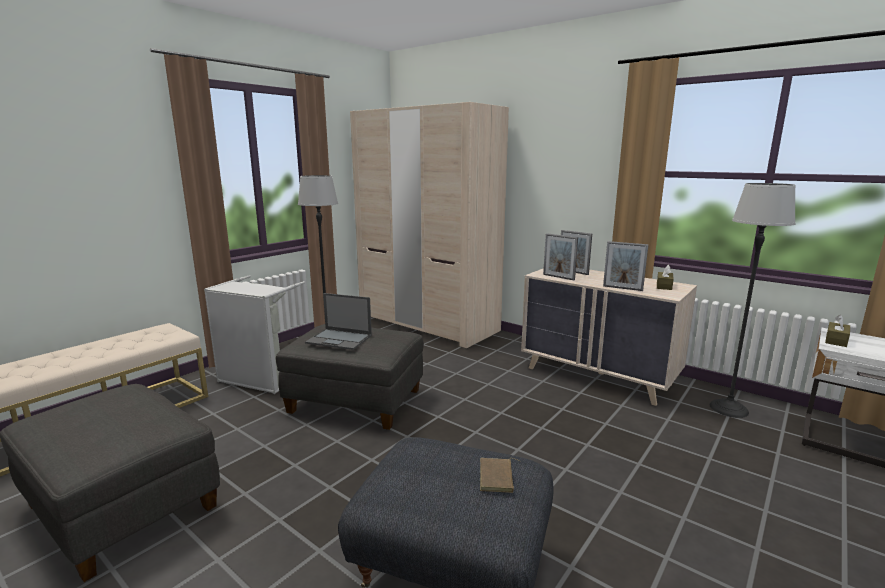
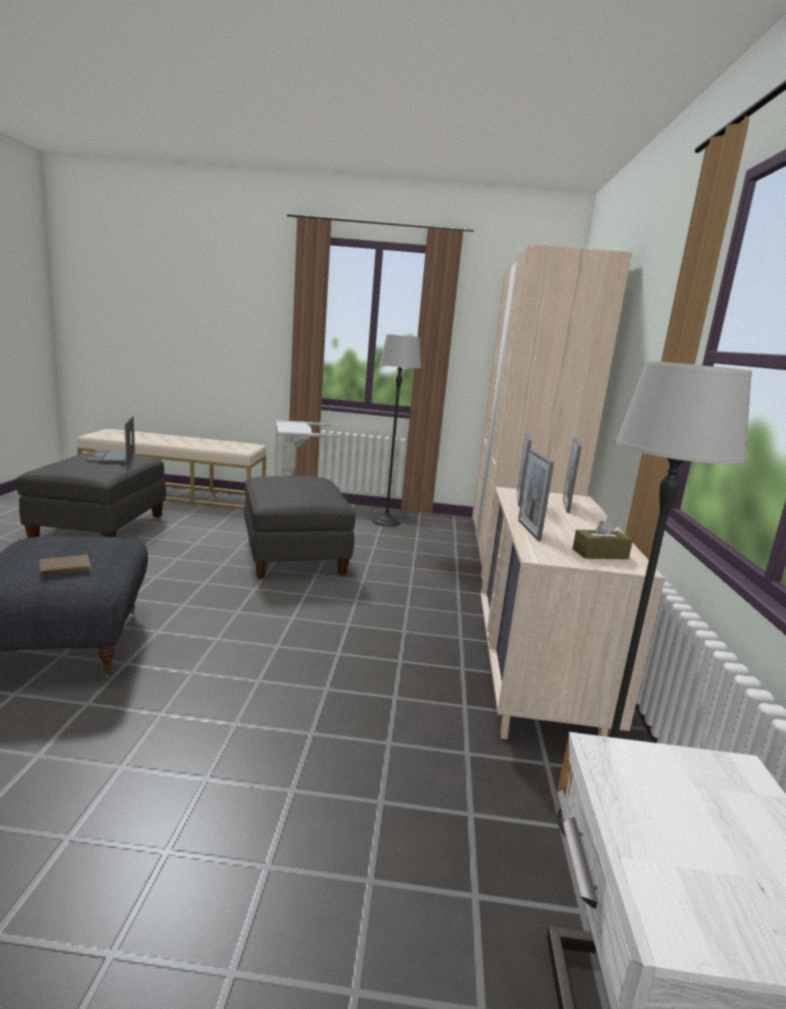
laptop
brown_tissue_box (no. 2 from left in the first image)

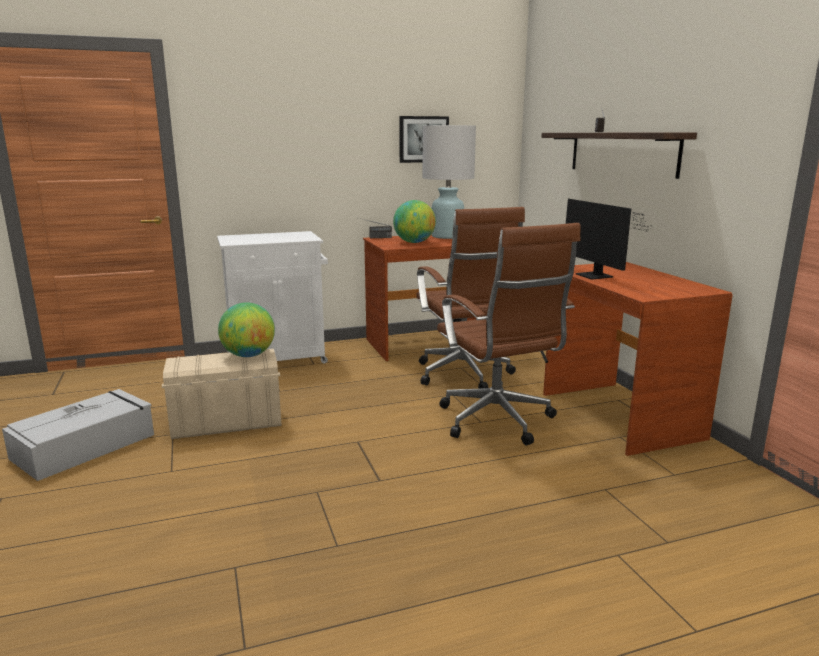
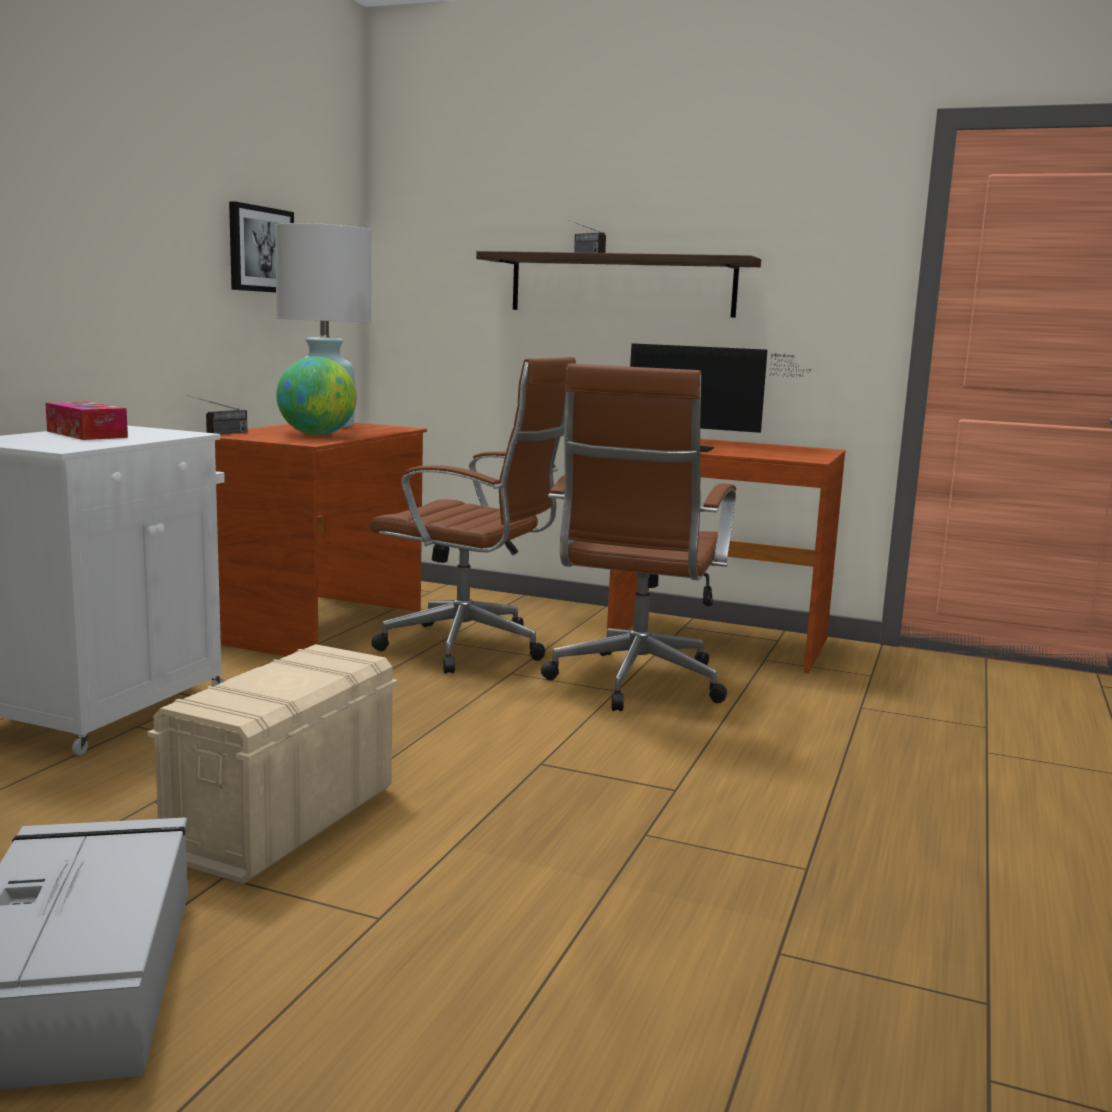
brown_office_chair (no. 2 from left)
globe (no. 1 from left in the first image)
tissue_box

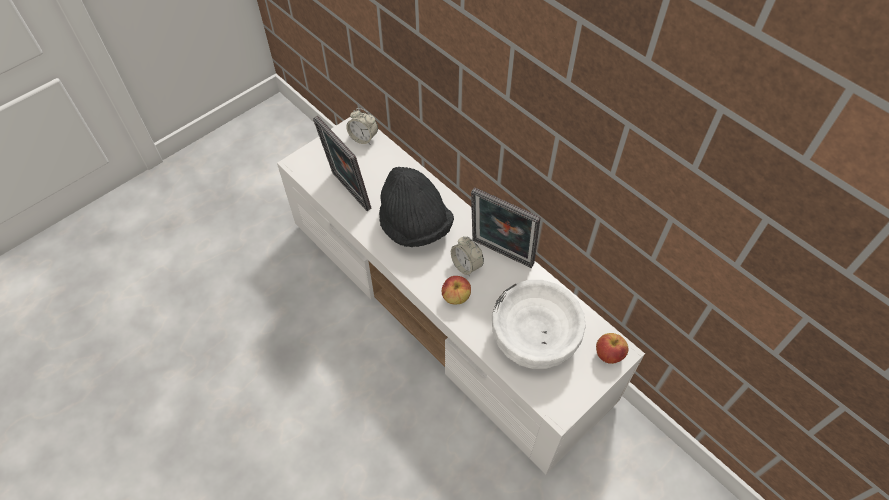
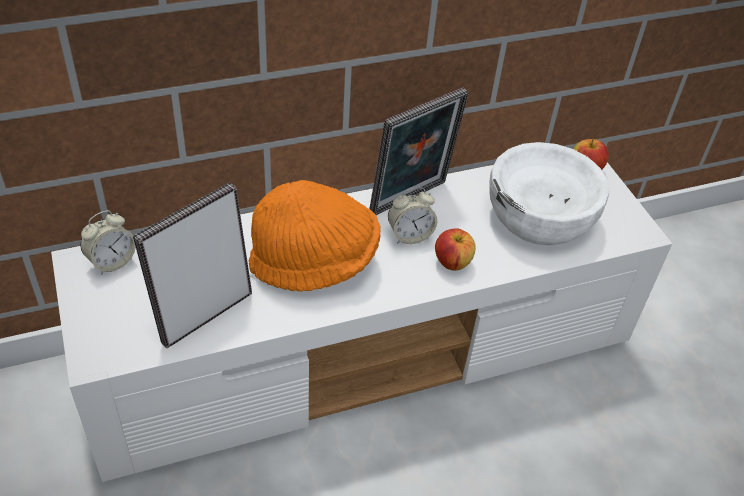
picture_frame (no. 1 from left)
orange_hat

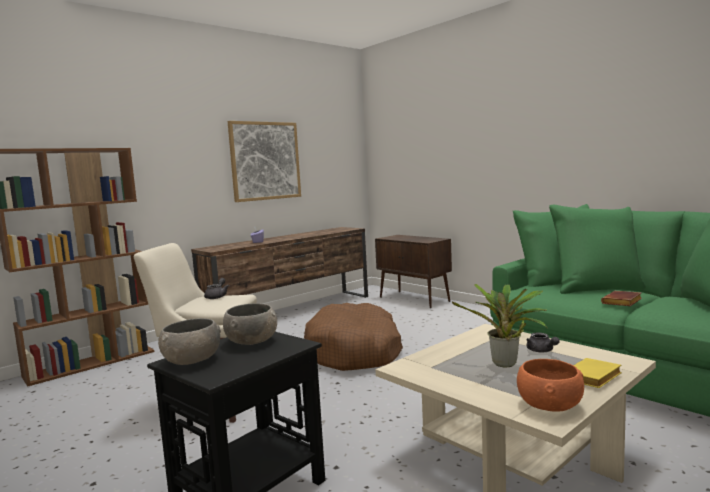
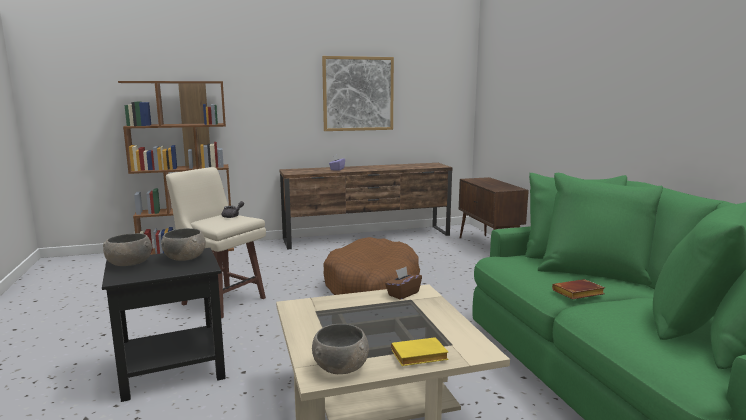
potted_plant
grey_teapot (no. 2 from left in the first image)
grey_bowl (no. 3 from left)
brown_tissue_box

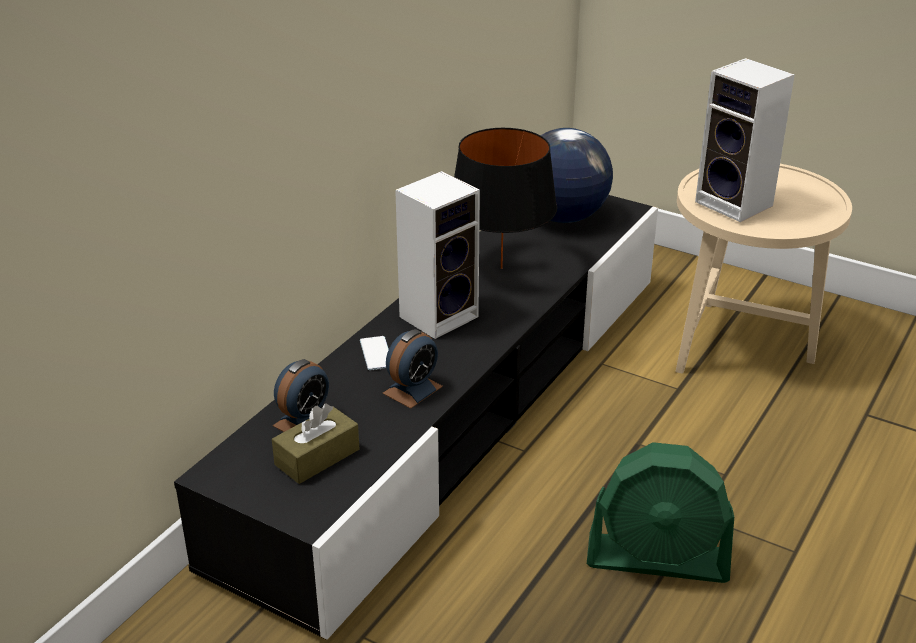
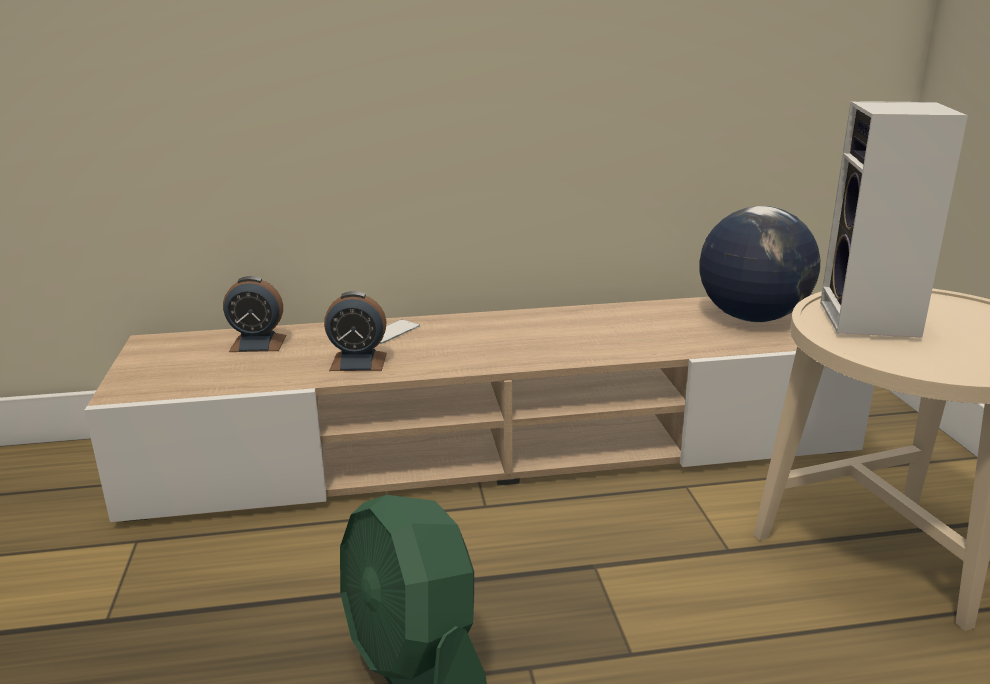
black_table_lamp
speaker (no. 1 from left in the first image)
beige_tv_stand
brown_tissue_box

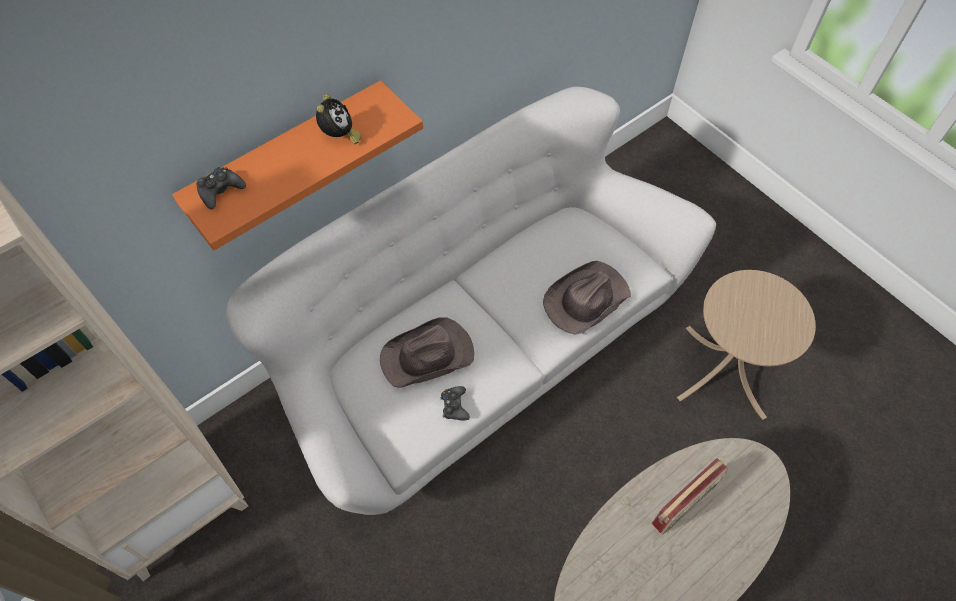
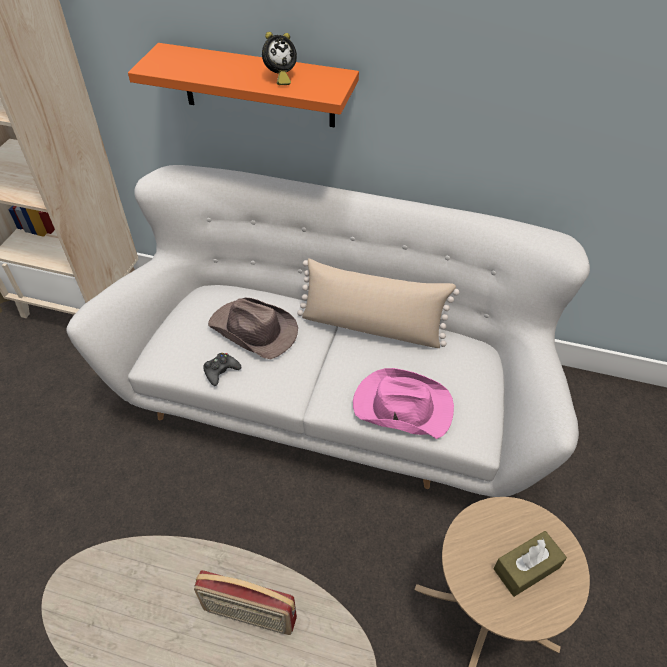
black_game_controller (no. 1 from left in the first image)
pink_hat
beige_pillow
brown_tissue_box

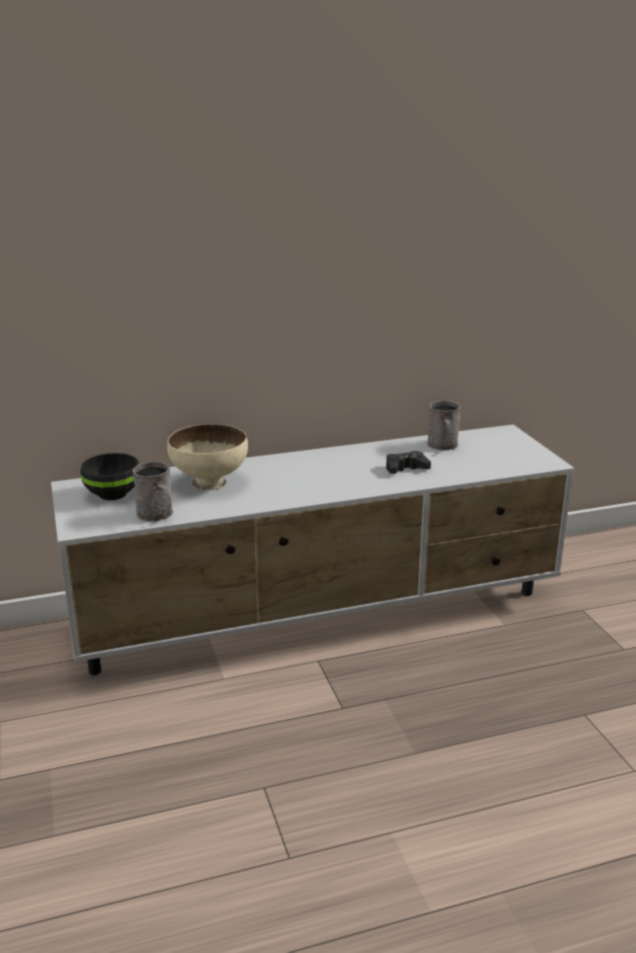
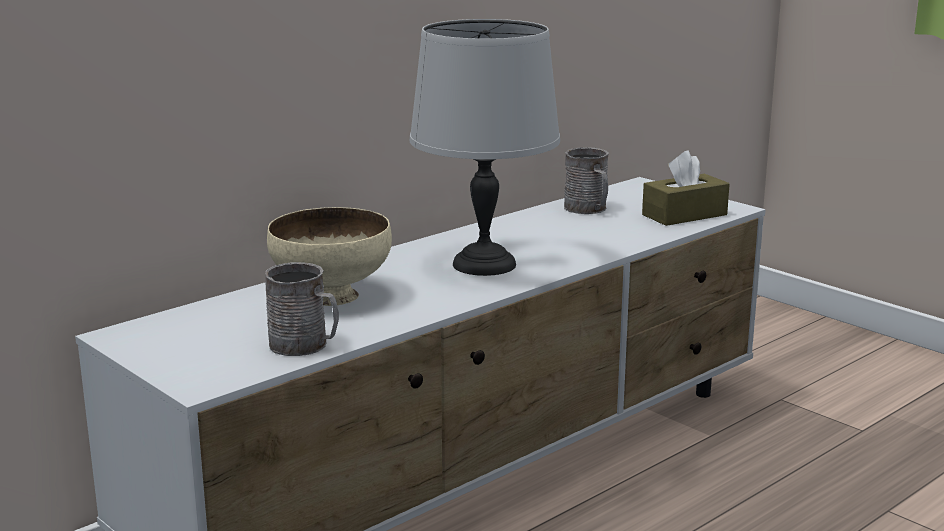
black_game_controller
black_bowl
grey_table_lamp
brown_tissue_box

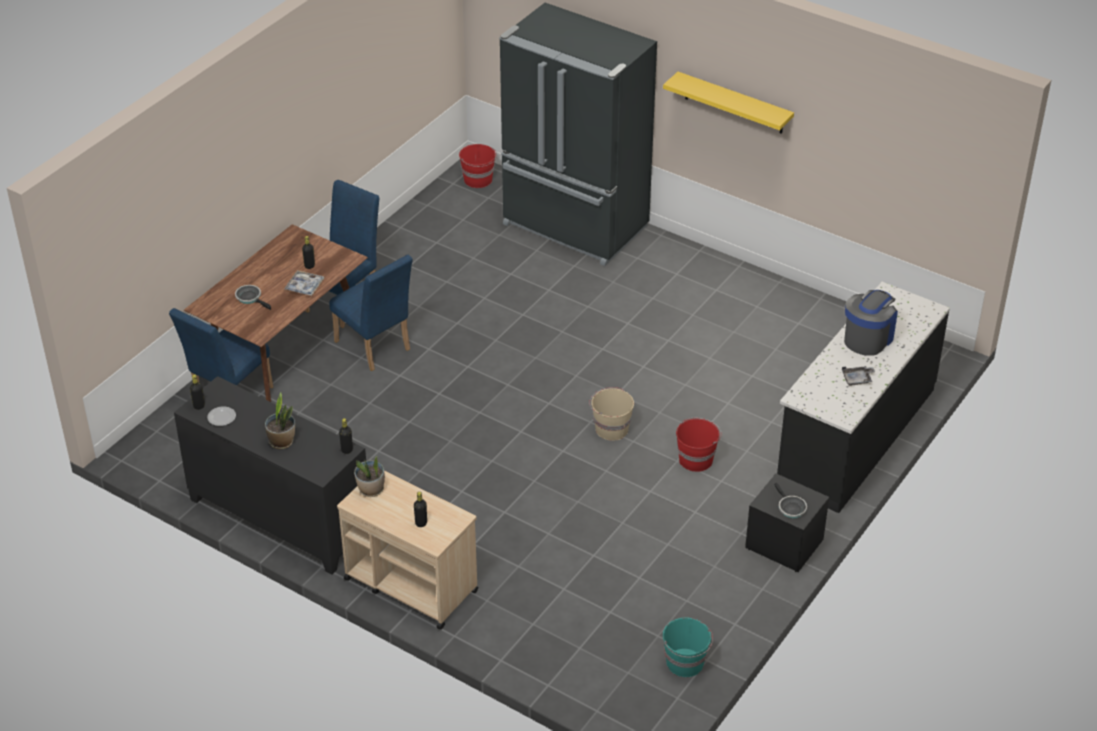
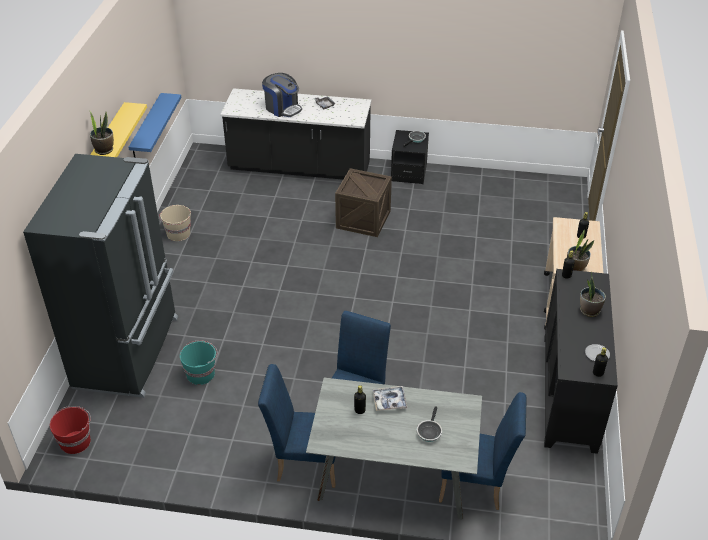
grey_dining_table
coffee_machine
beige_bucket
crate
turquoise_bucket
blue_shelf
potted_plant (no. 1 from left)

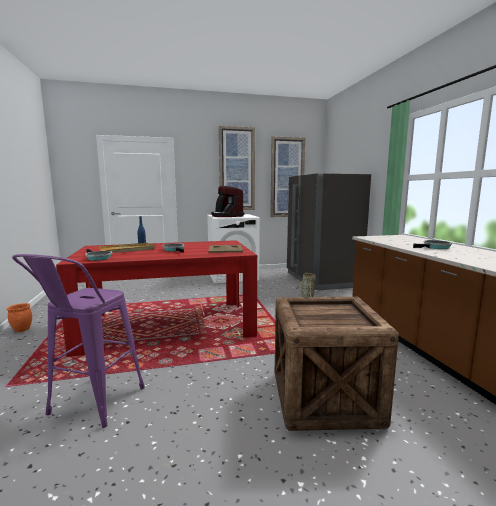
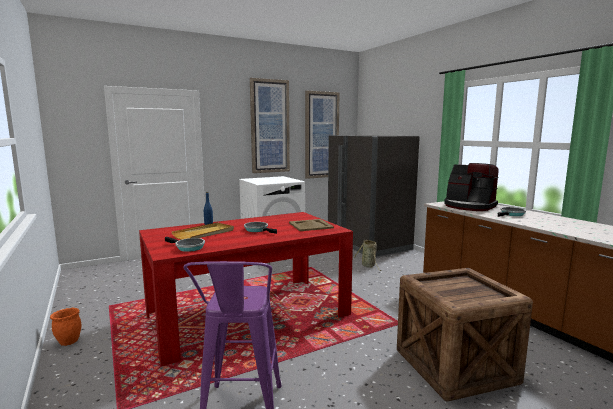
coffee_machine

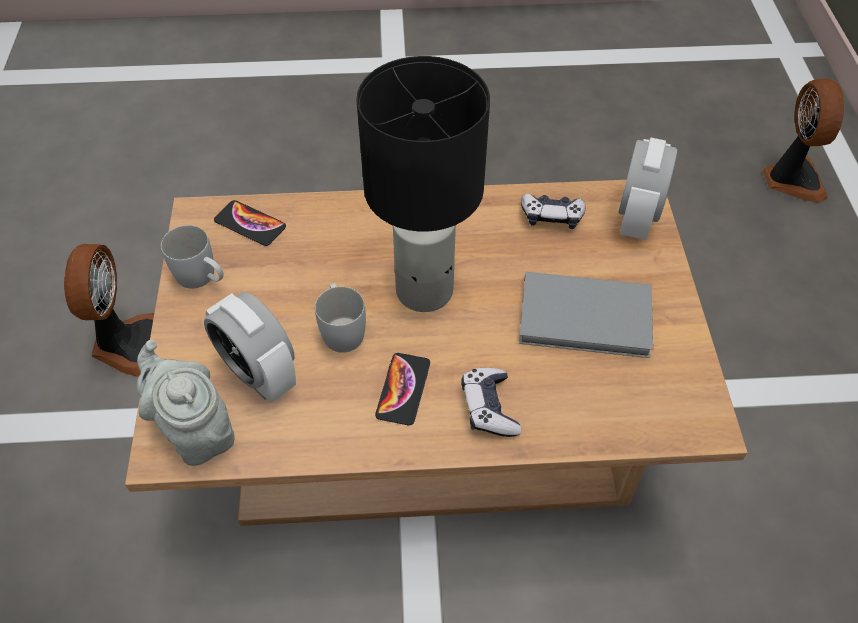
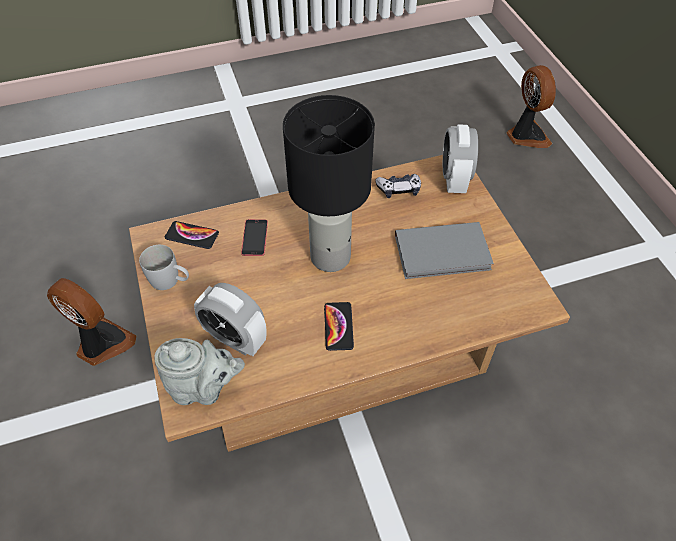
fan (no. 1 from left)
white_mug (no. 2 from left in the first image)
grey_teapot
game_controller (no. 1 from left in the first image)
phone (no. 2 from left)

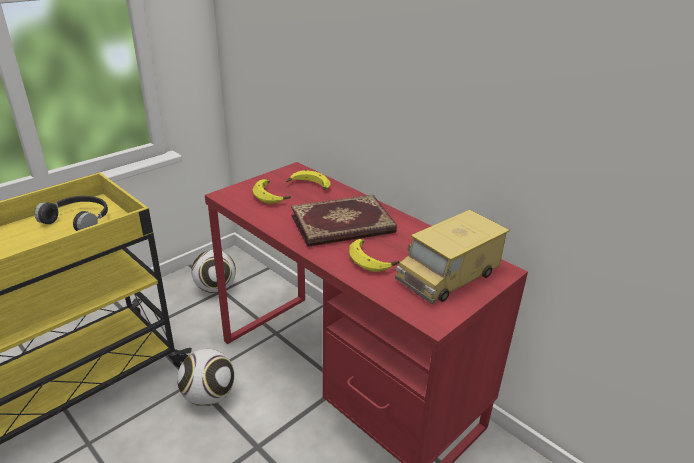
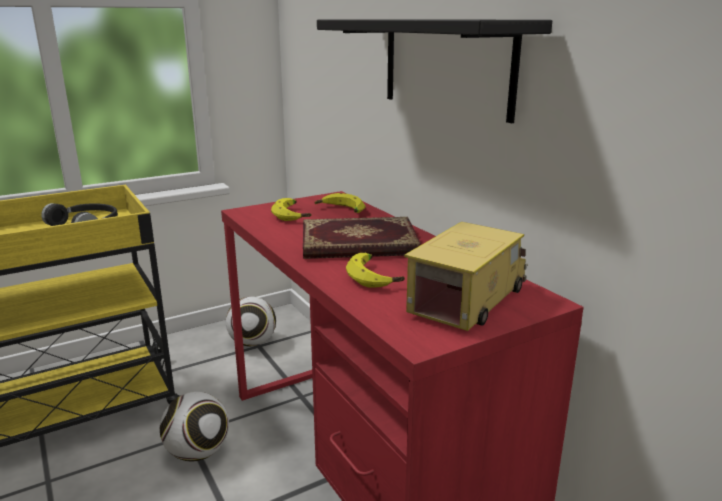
toy_truck
black_shelf

